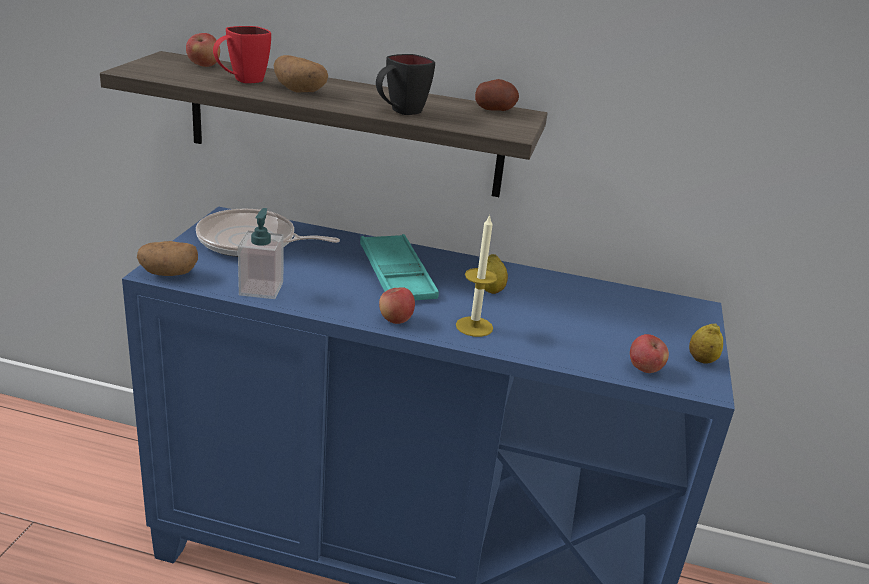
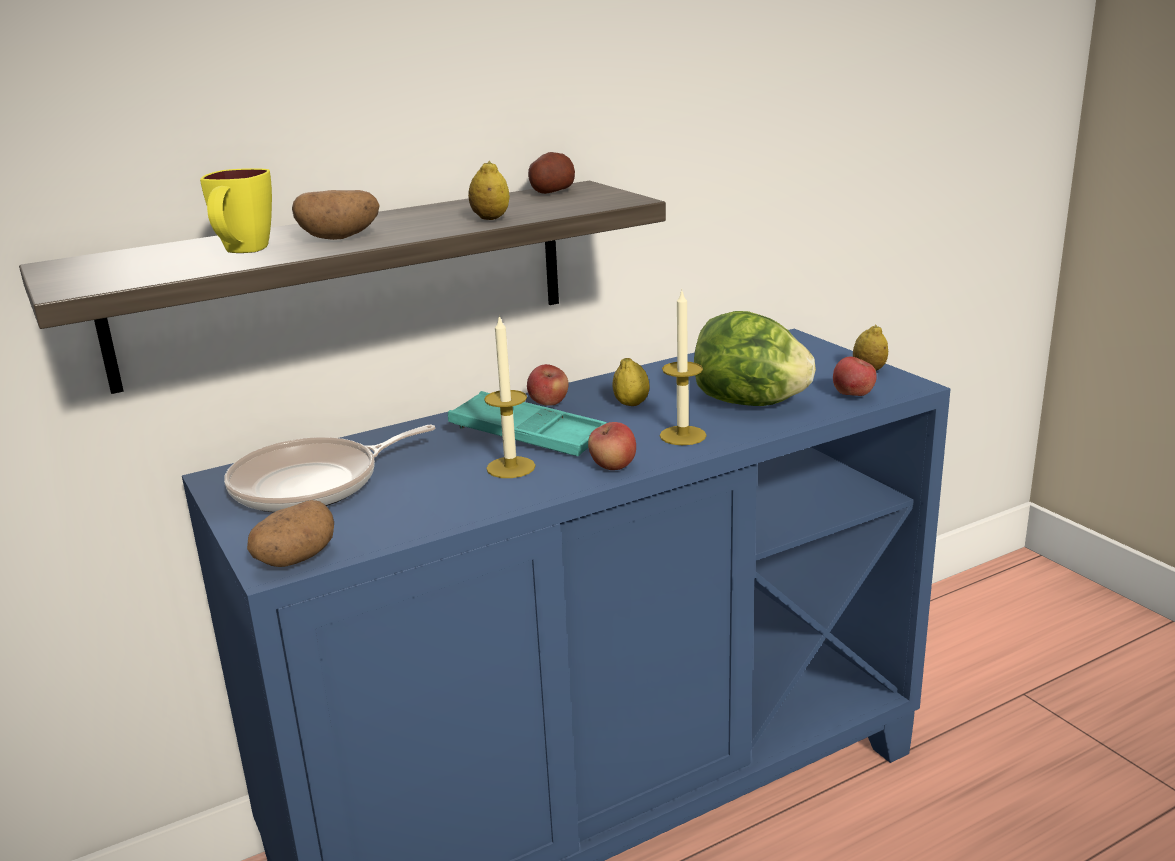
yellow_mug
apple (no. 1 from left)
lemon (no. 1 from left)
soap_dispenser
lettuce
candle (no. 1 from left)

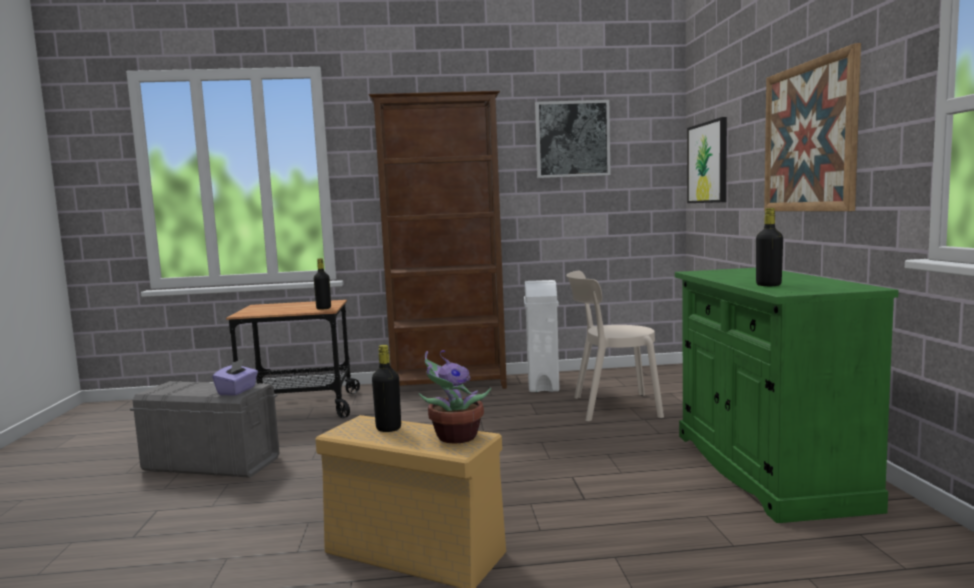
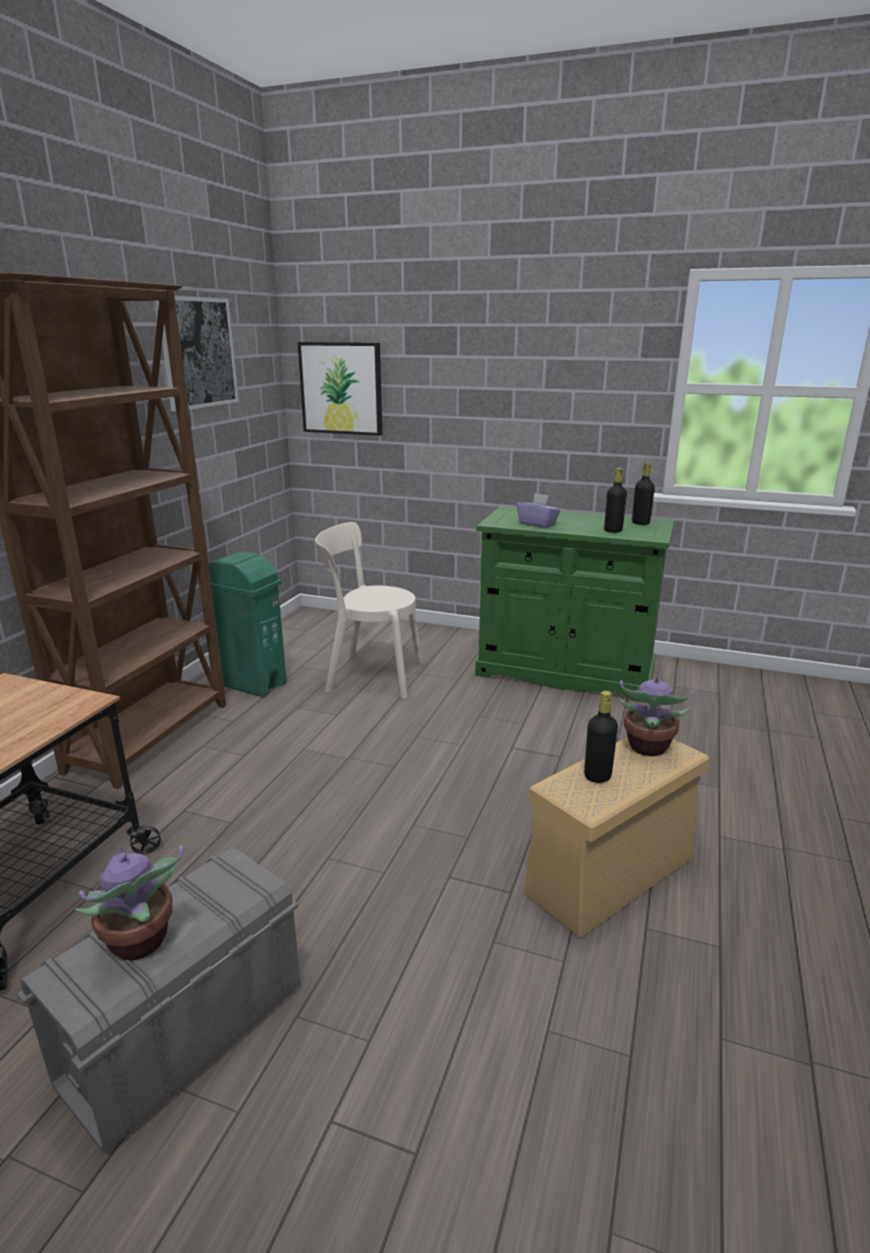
picture (no. 3 from left in the first image)
black_bottle (no. 3 from left)
beige_chair
green_trash_can
purple_tissue_box
potted_plant (no. 1 from left)

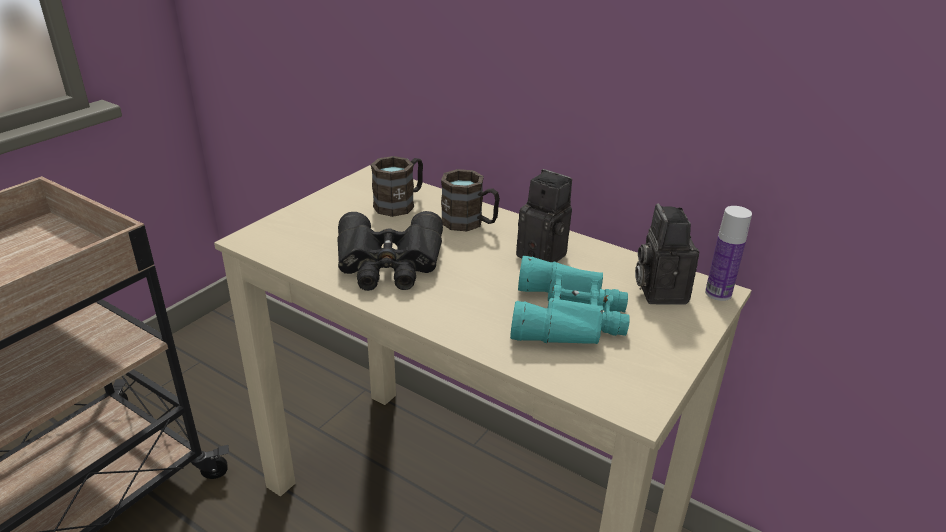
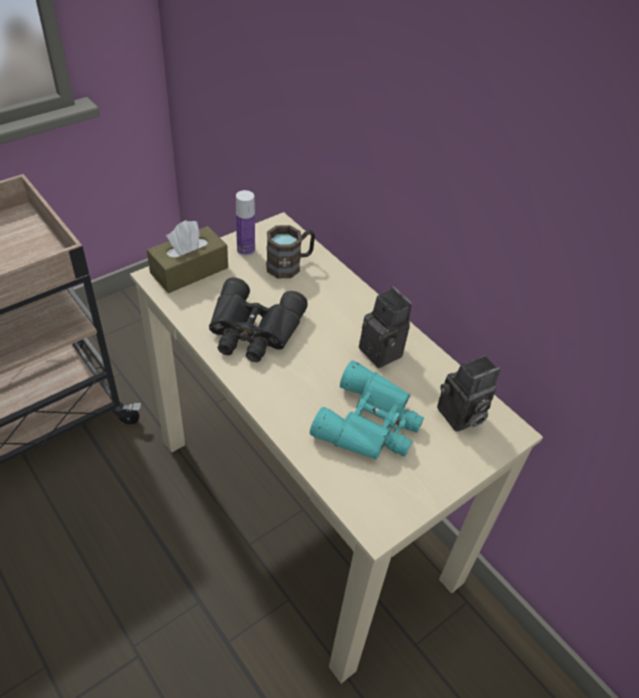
brown_mug (no. 2 from left in the first image)
photo_camera (no. 2 from left)
bottle
brown_tissue_box

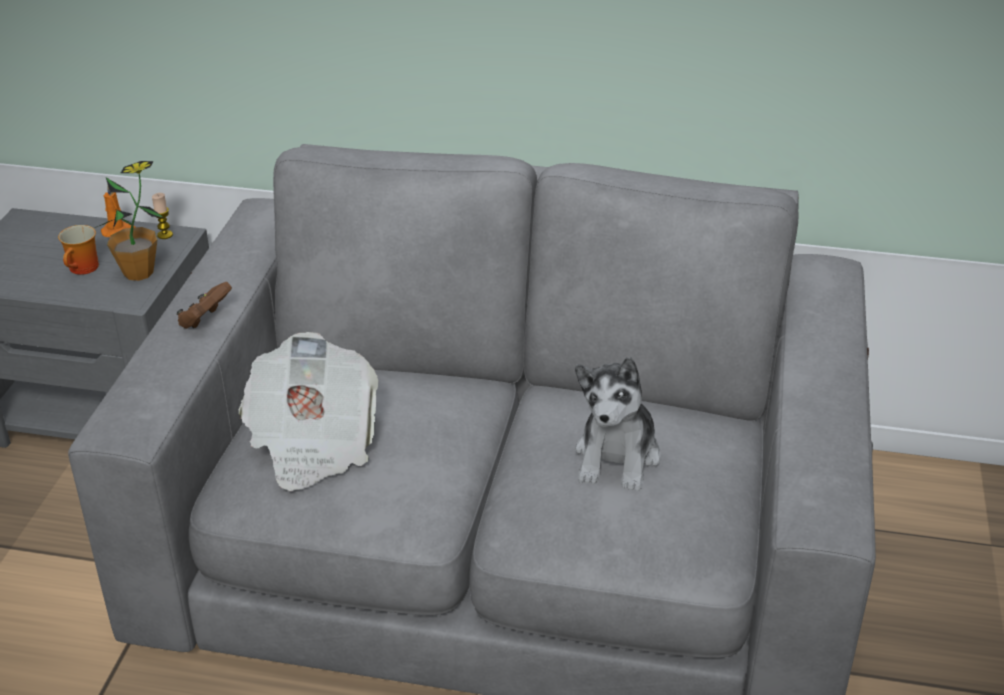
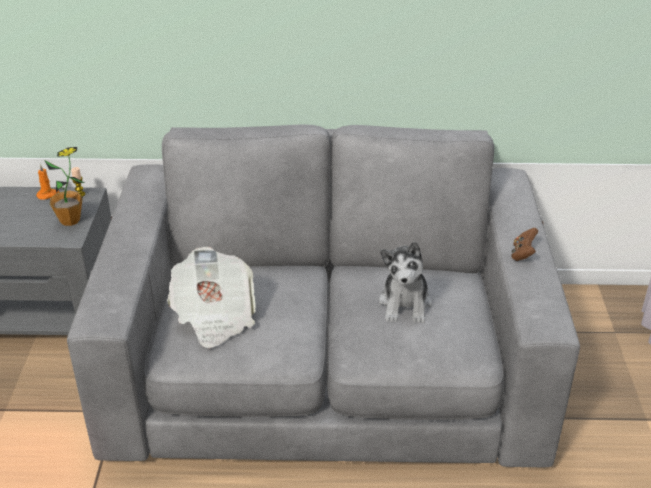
mug
brown_game_controller

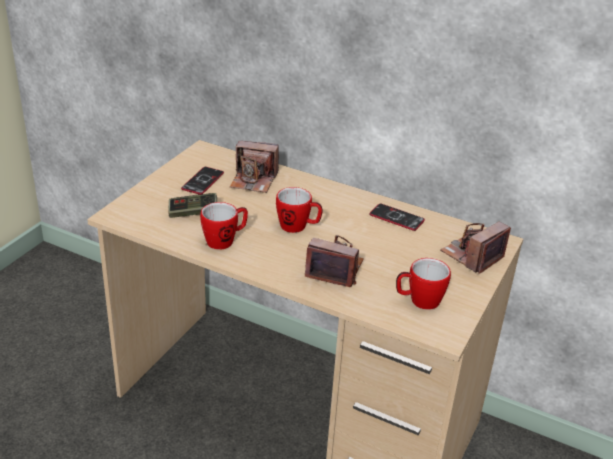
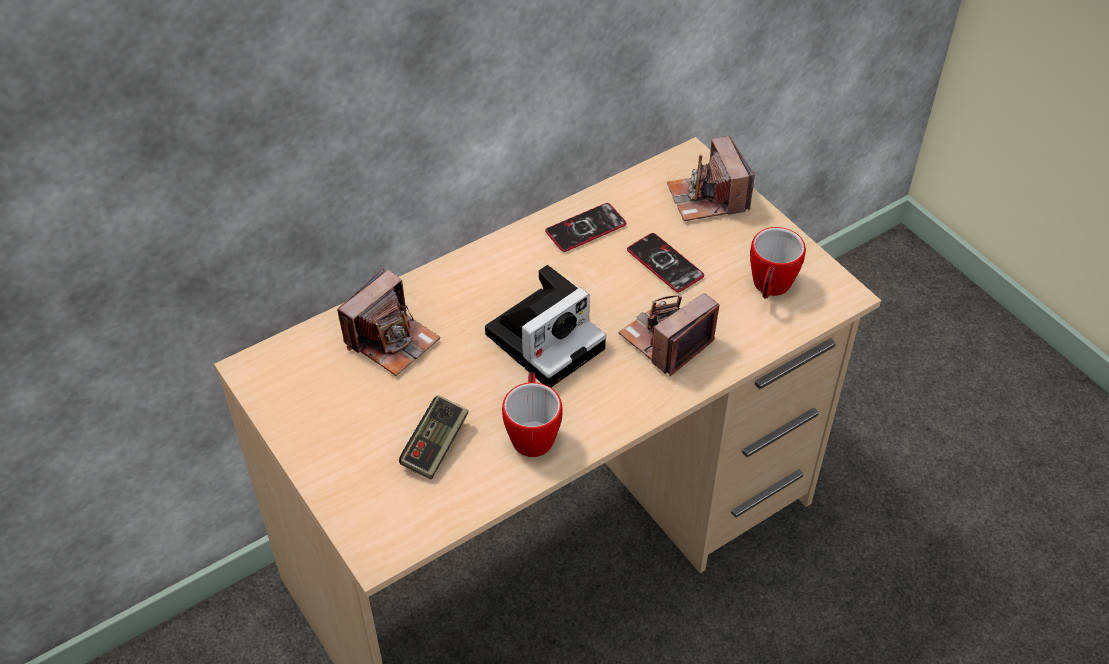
phone (no. 2 from left)
photo_camera (no. 2 from left)

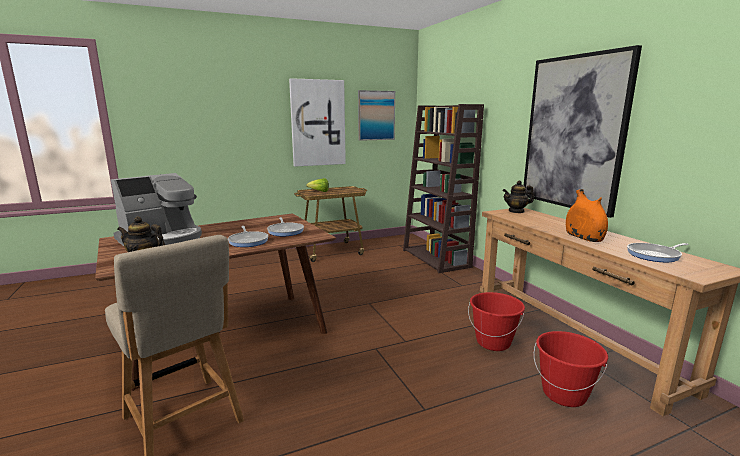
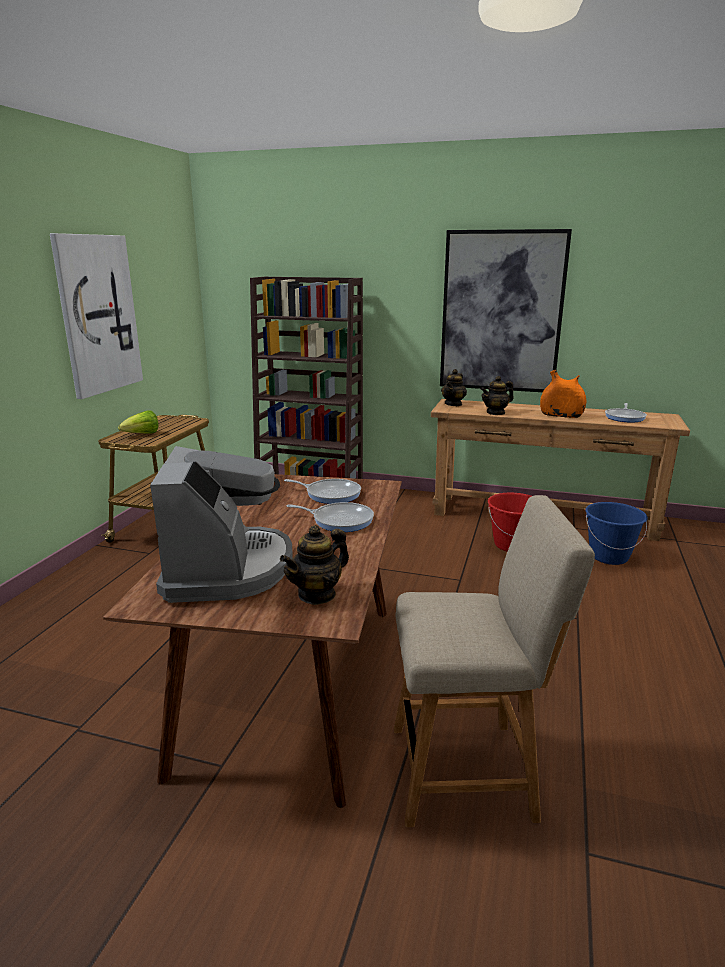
picture (no. 2 from left in the first image)
blue_bucket
teapot (no. 3 from left)

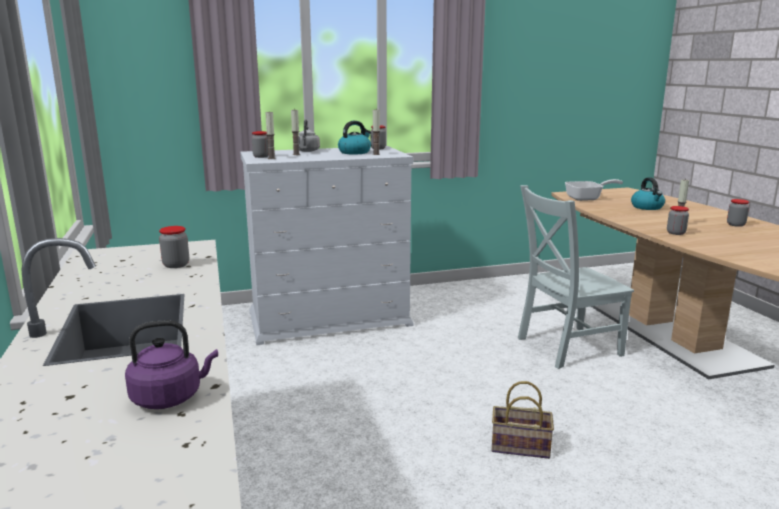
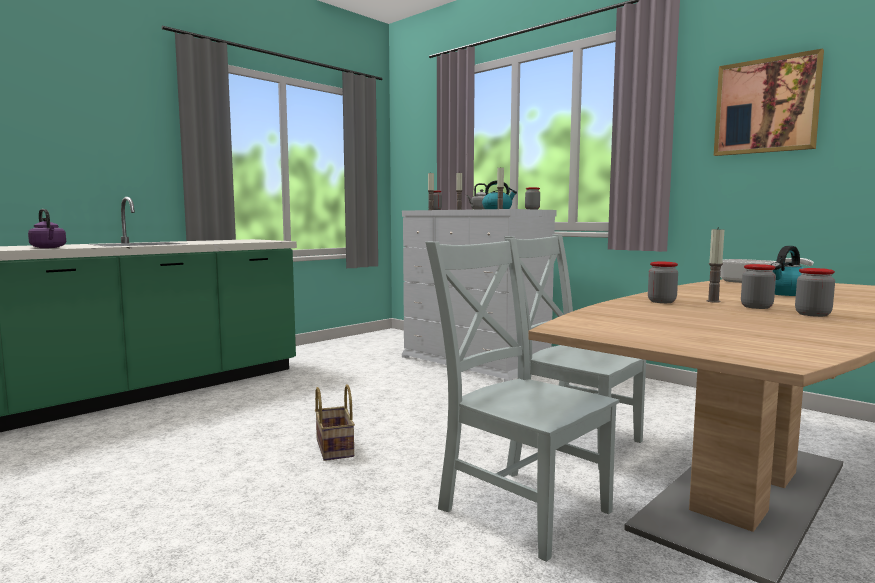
jar (no. 4 from left)
picture
grey_chair (no. 1 from left)

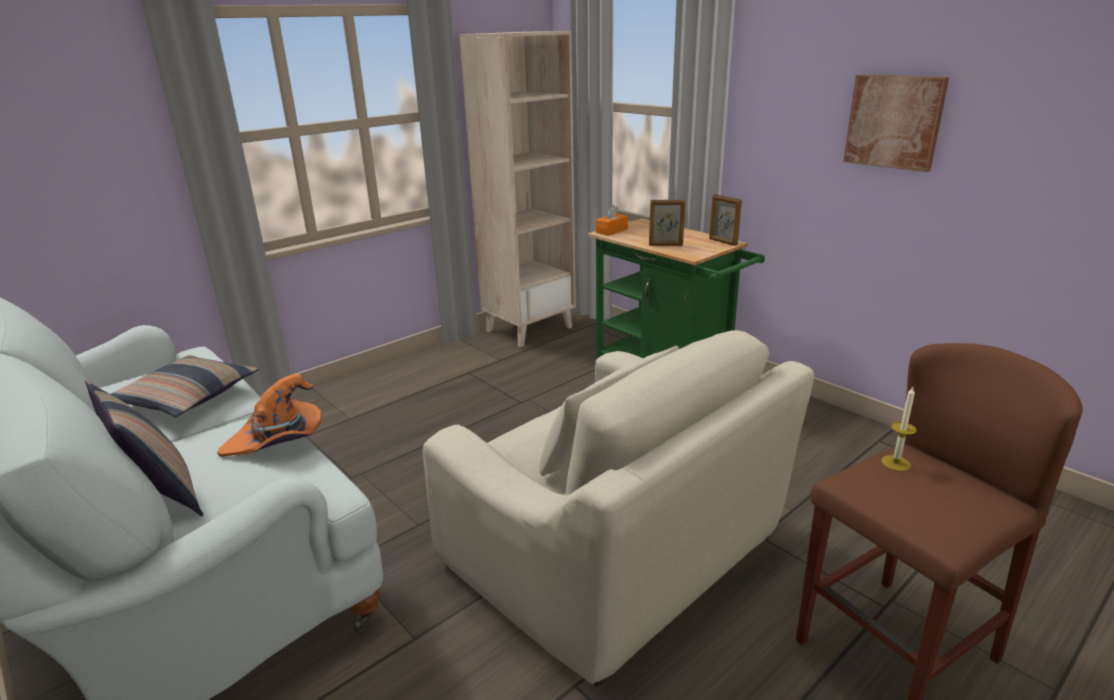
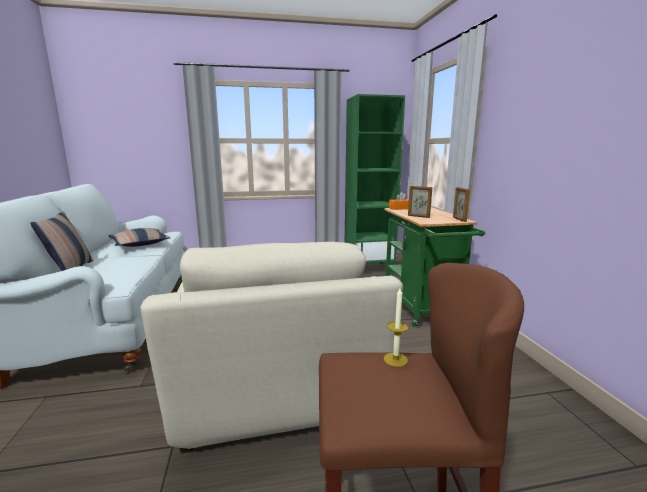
green_bookcase
picture
orange_hat

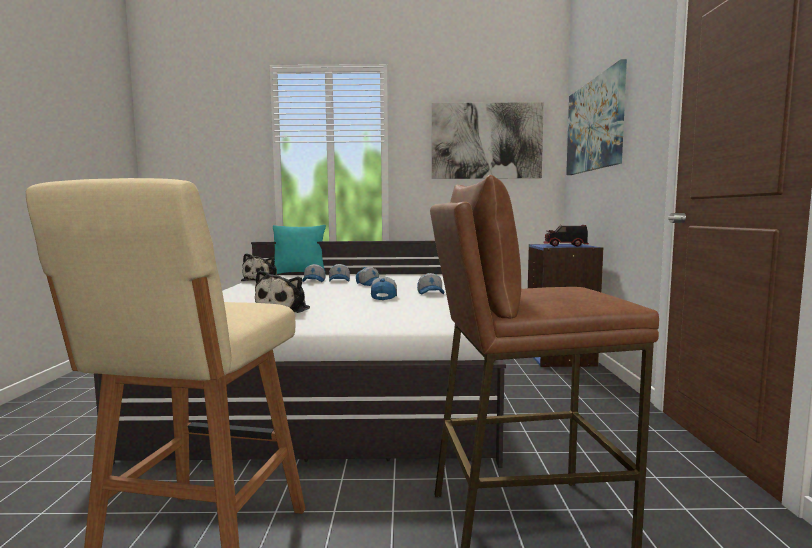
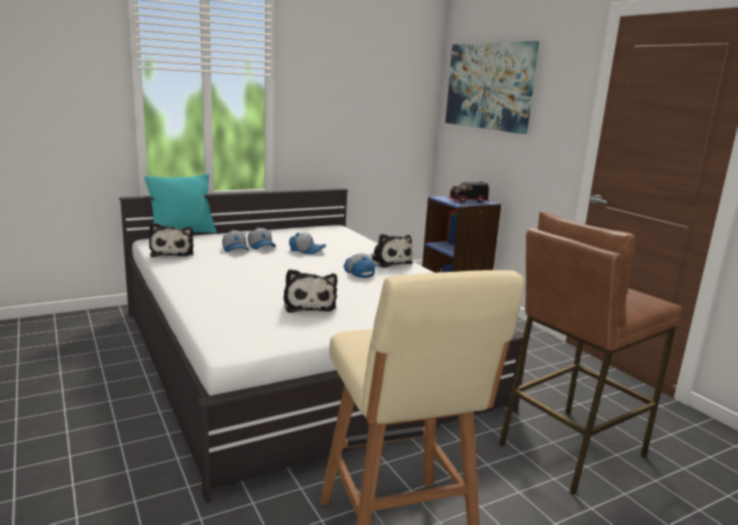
picture (no. 1 from left in the first image)
plush_toy (no. 3 from left)

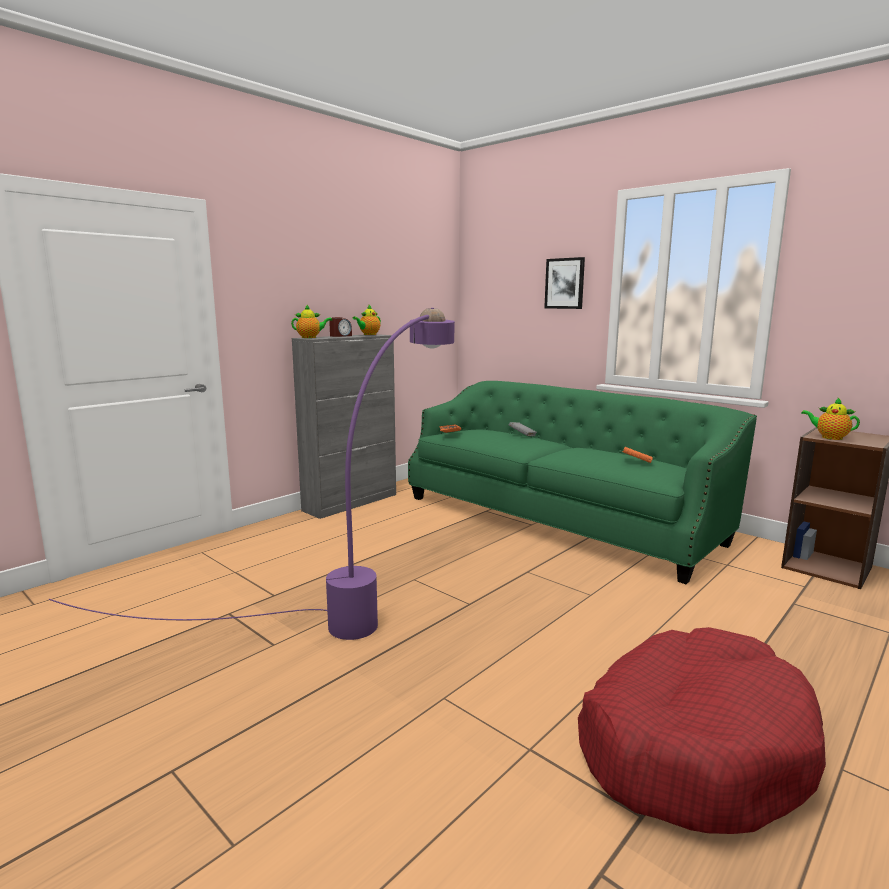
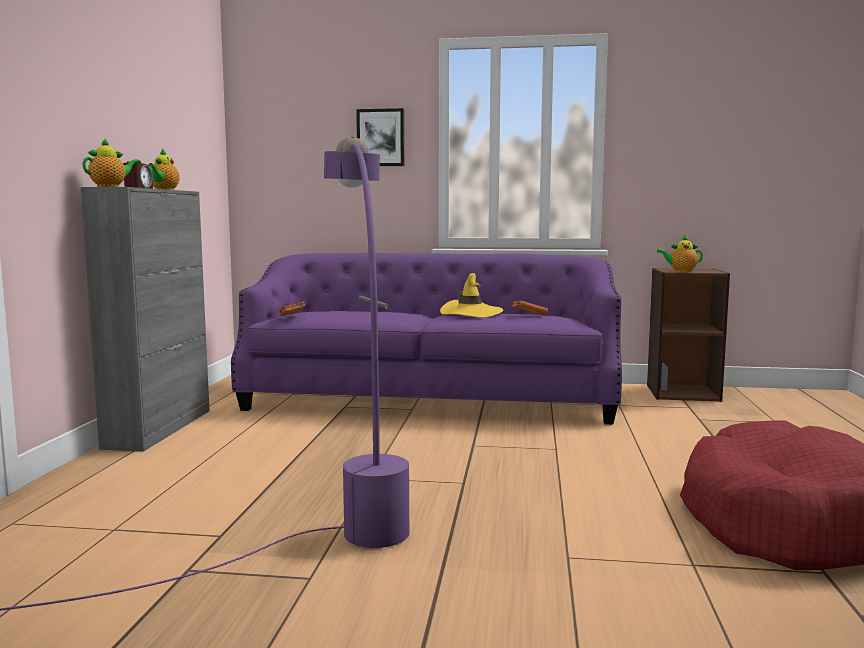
purple_sofa
yellow_hat

